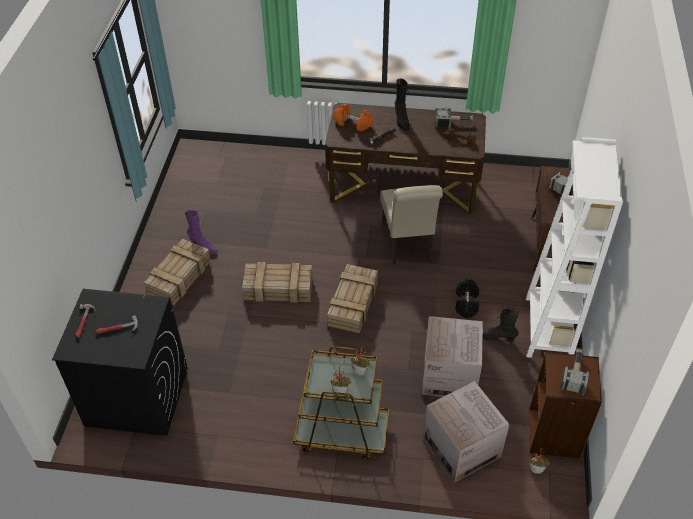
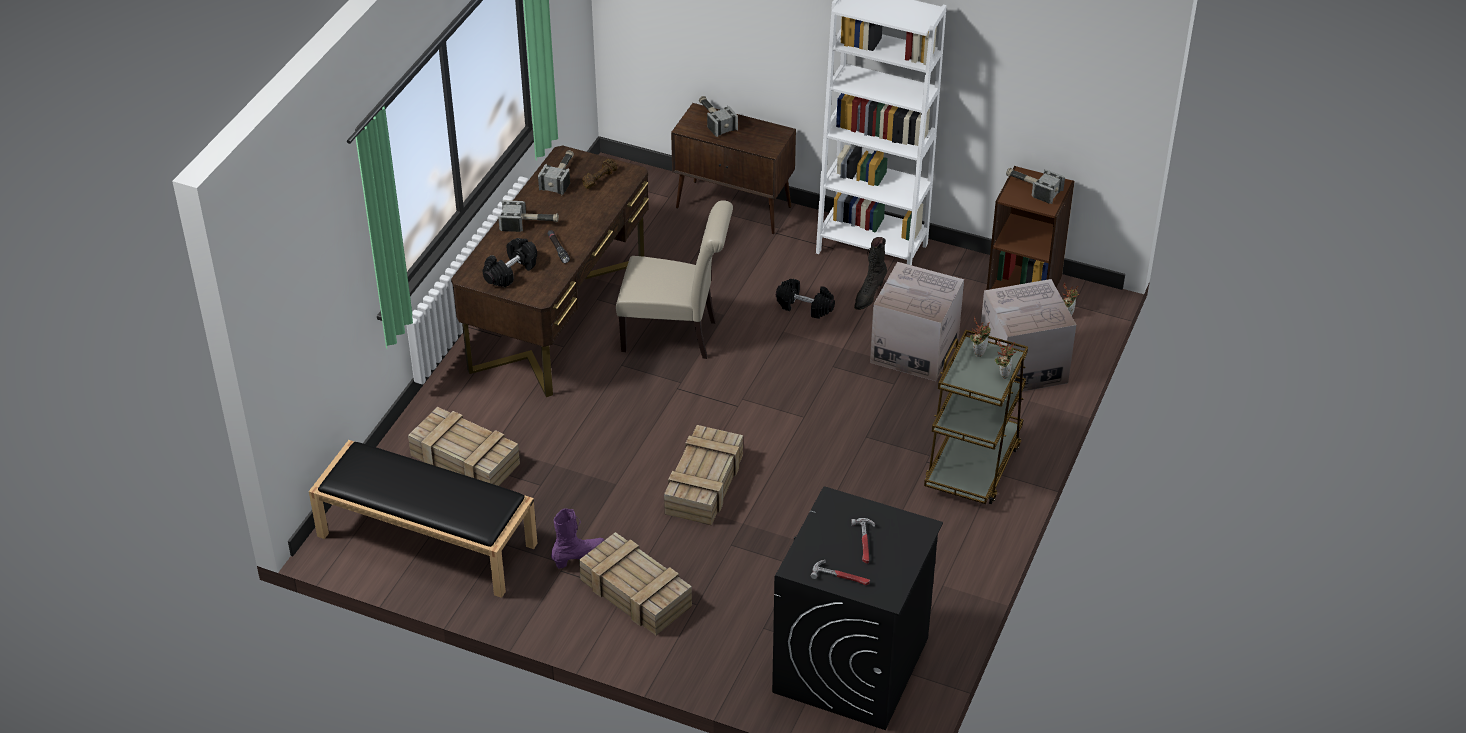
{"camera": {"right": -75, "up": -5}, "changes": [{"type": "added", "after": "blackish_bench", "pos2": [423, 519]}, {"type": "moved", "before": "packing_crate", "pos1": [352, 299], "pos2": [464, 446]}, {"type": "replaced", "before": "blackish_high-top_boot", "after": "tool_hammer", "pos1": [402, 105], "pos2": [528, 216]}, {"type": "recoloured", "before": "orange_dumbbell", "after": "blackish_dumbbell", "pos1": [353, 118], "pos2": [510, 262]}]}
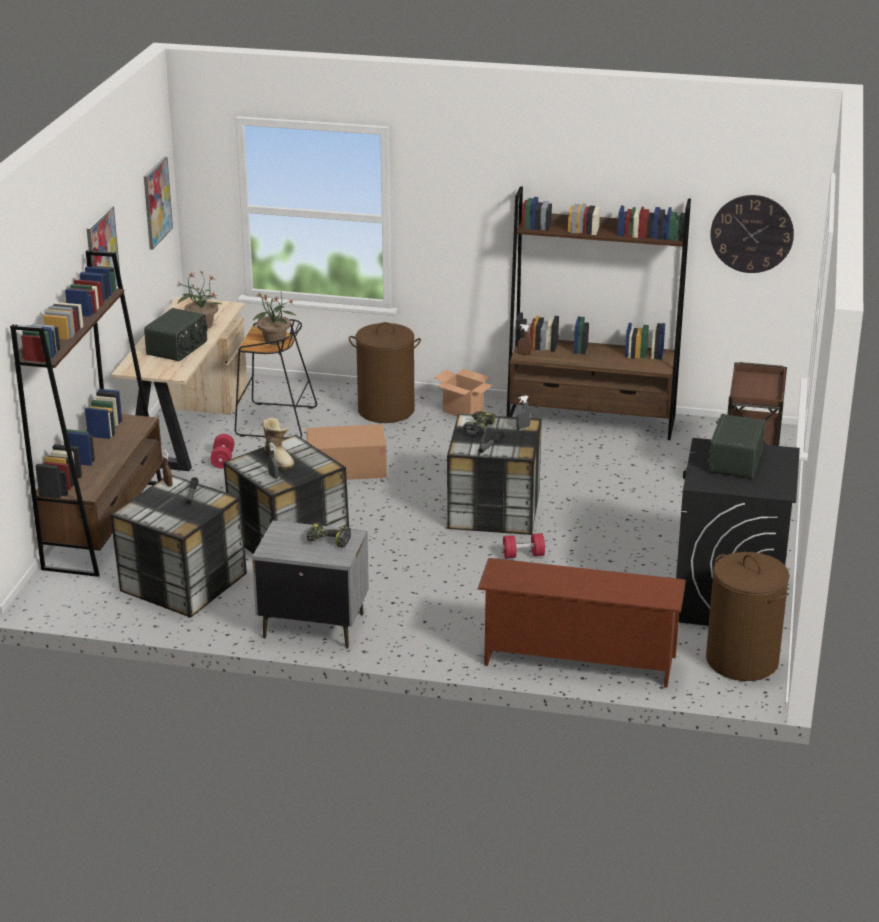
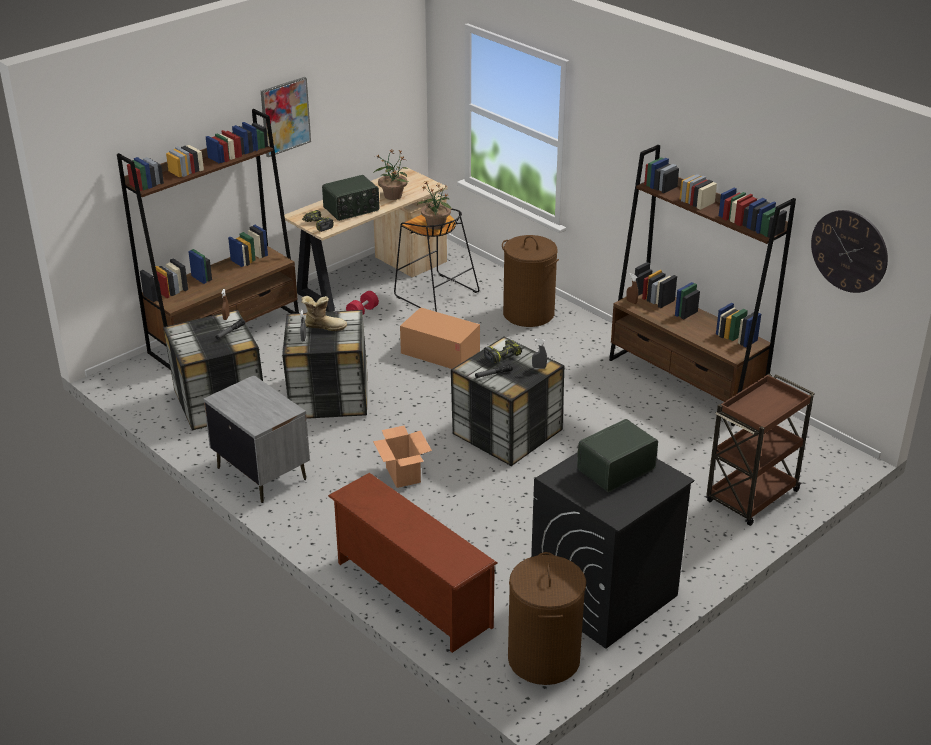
{"camera": {"right": 35, "up": 5}, "changes": [{"type": "removed", "before": "wall_art", "pos1": [158, 203]}, {"type": "removed", "before": "red_dumbbell", "pos1": [524, 545]}, {"type": "moved", "before": "drill", "pos1": [329, 535], "pos2": [318, 221]}, {"type": "moved", "before": "packing_box", "pos1": [463, 392], "pos2": [402, 457]}, {"type": "turned", "before": "high-top_boot", "pos1": [278, 443], "pos2": [324, 313], "turn": -90}]}
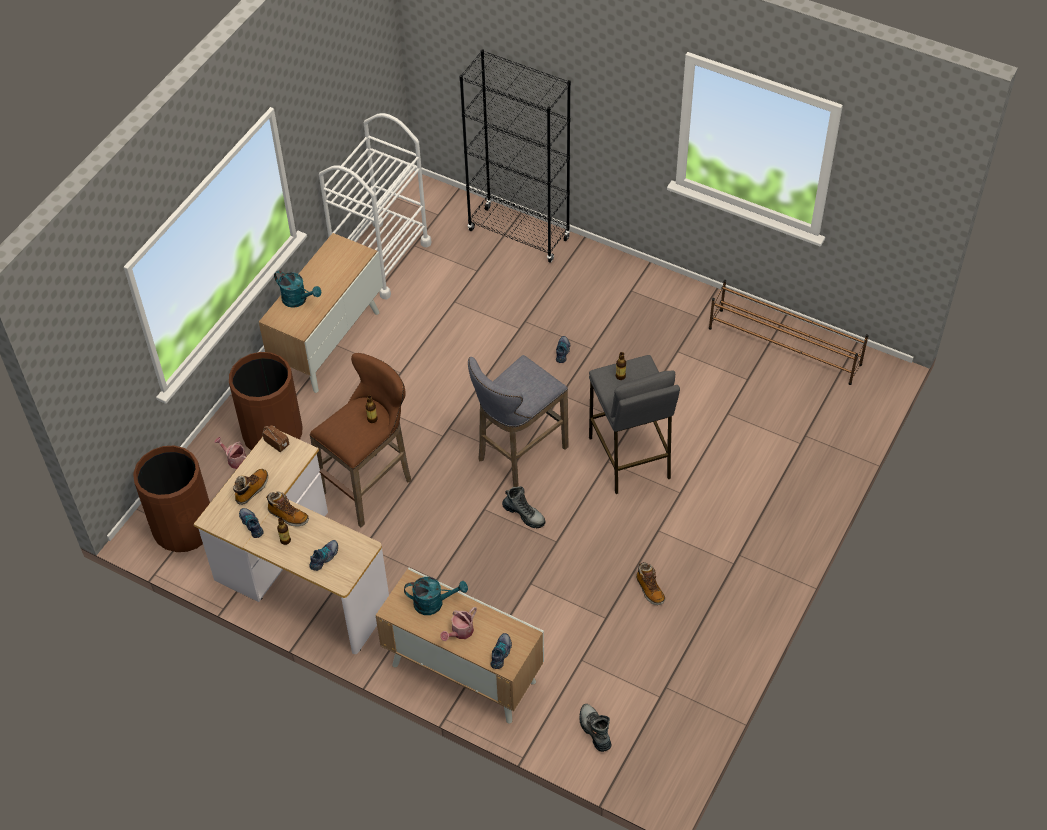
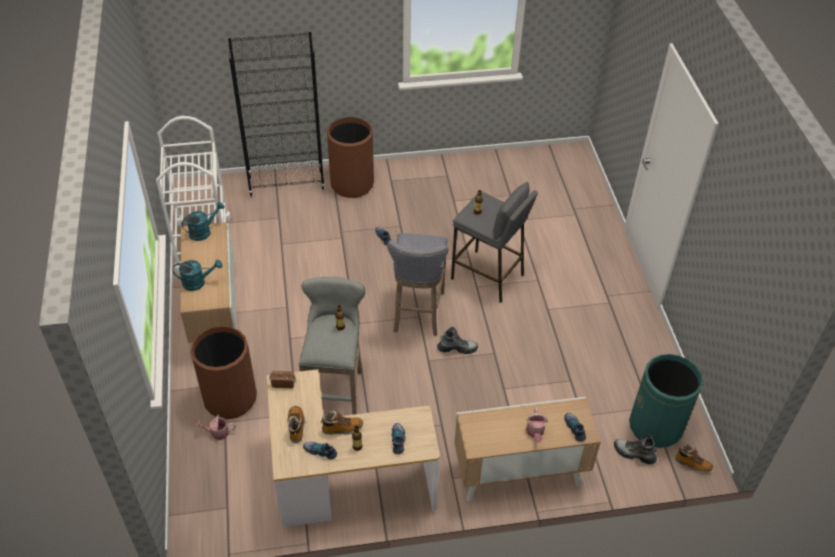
{"camera": {"right": -40, "up": -5}, "changes": [{"type": "removed", "before": "brown-coloured_shoe_rack", "pos1": [789, 332]}, {"type": "added", "after": "greenish_rubbish_bin", "pos2": [666, 401]}, {"type": "moved", "before": "brown-coloured_rubbish_bin", "pos1": [171, 498], "pos2": [350, 157]}, {"type": "moved", "before": "turquoise_sprinkling_can", "pos1": [436, 596], "pos2": [203, 221]}, {"type": "moved", "before": "high-top_boot", "pos1": [650, 583], "pos2": [694, 459]}, {"type": "recoloured", "before": "brown-coloured_sitting_stool", "after": "grey_sitting_stool", "pos1": [361, 440], "pos2": [332, 346]}]}
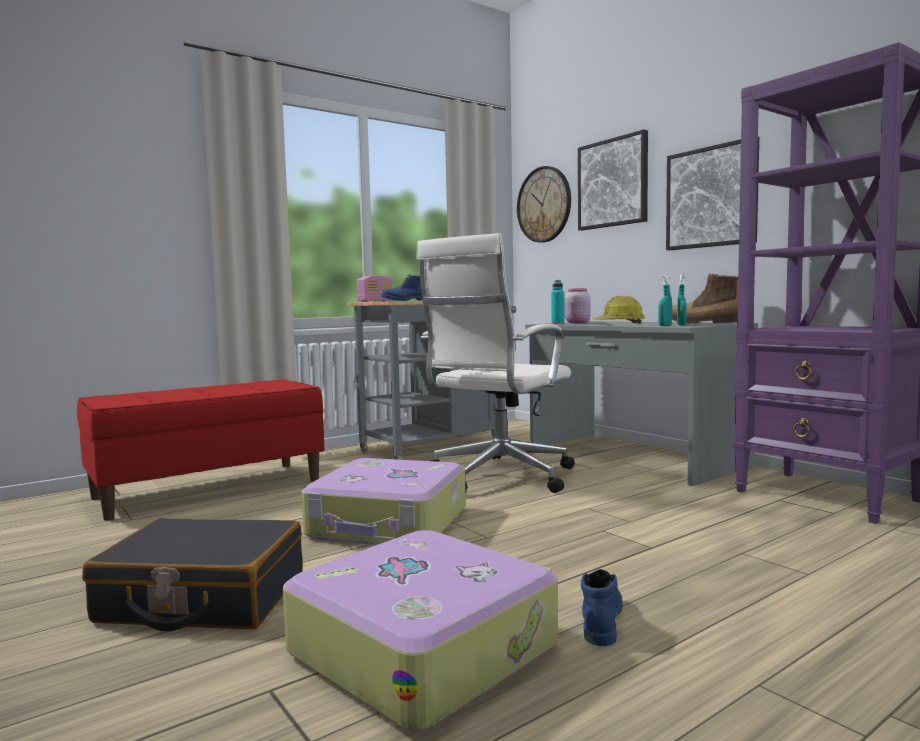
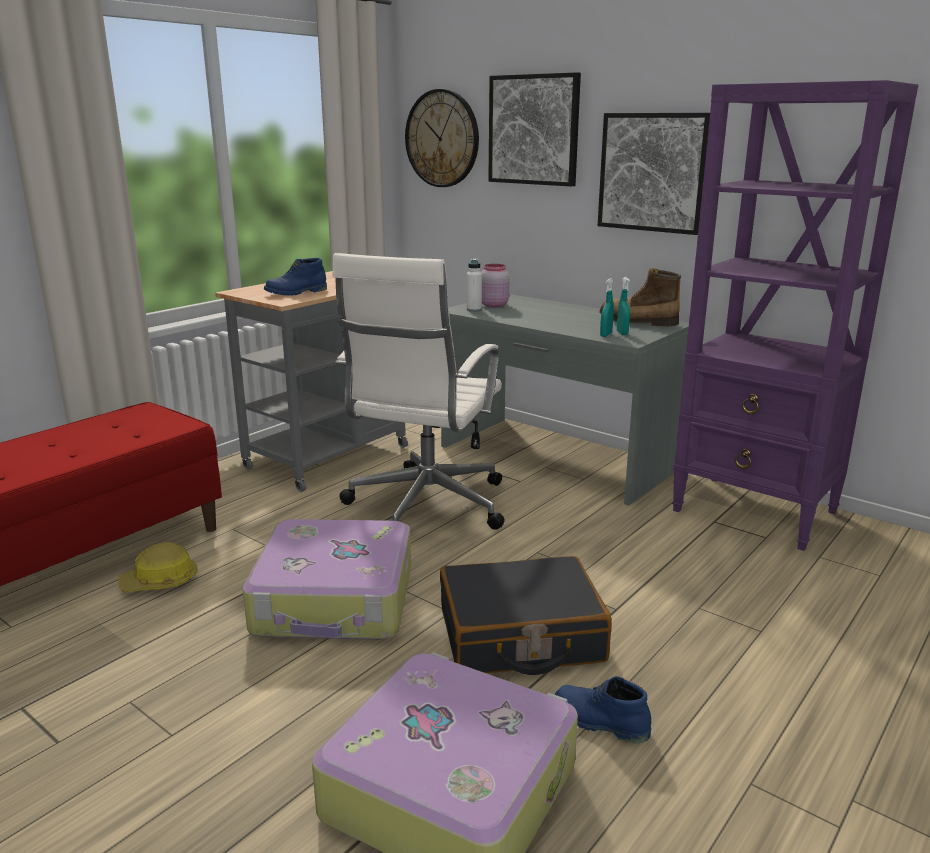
{"camera": {"right": -15, "up": 15}, "changes": [{"type": "removed", "before": "radio_receiver", "pos1": [374, 288]}, {"type": "moved", "before": "blackish_suitcase", "pos1": [192, 574], "pos2": [526, 615]}, {"type": "moved", "before": "safety_helmet", "pos1": [619, 310], "pos2": [157, 567]}, {"type": "recoloured", "before": "turquoise_beverage_bottle", "after": "white_beverage_bottle", "pos1": [557, 302], "pos2": [474, 285]}, {"type": "turned", "before": "blue-coloured_high-top_boot", "pos1": [602, 607], "pos2": [602, 709], "turn": -60}]}
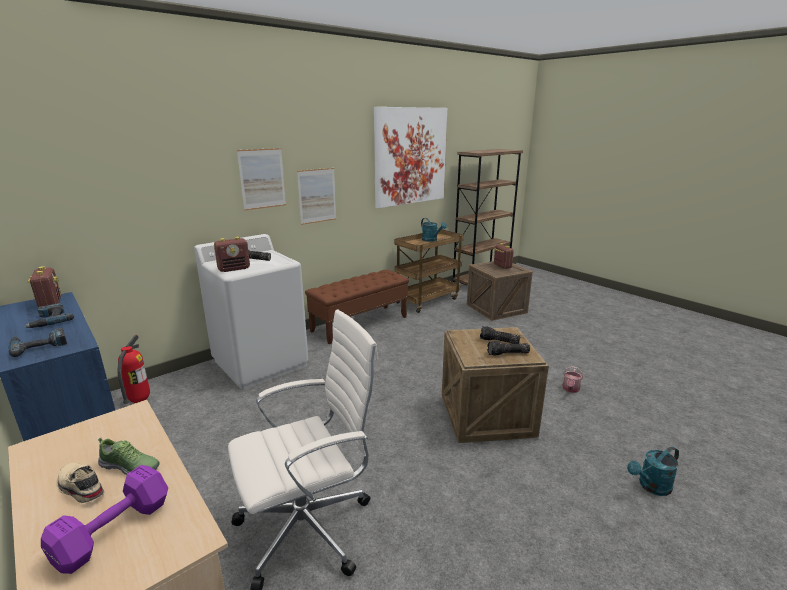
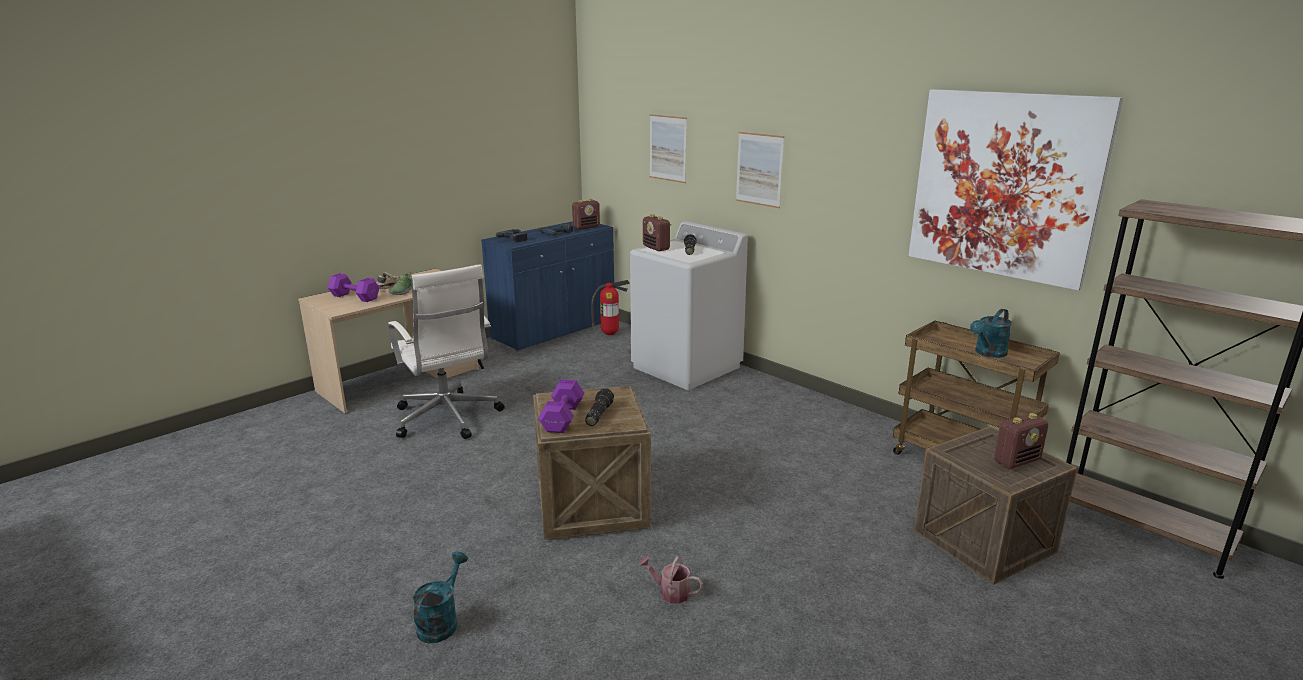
{"camera": {"right": 85, "up": 0}, "changes": [{"type": "removed", "before": "brown-coloured_bench", "pos1": [357, 307]}, {"type": "moved", "before": "wall_art", "pos1": [317, 196], "pos2": [668, 148]}, {"type": "replaced", "before": "torch", "after": "purplish_dumbbell", "pos1": [508, 348], "pos2": [561, 406]}, {"type": "turned", "before": "turquoise_sprinkling_can", "pos1": [653, 471], "pos2": [440, 597], "turn": 45}]}
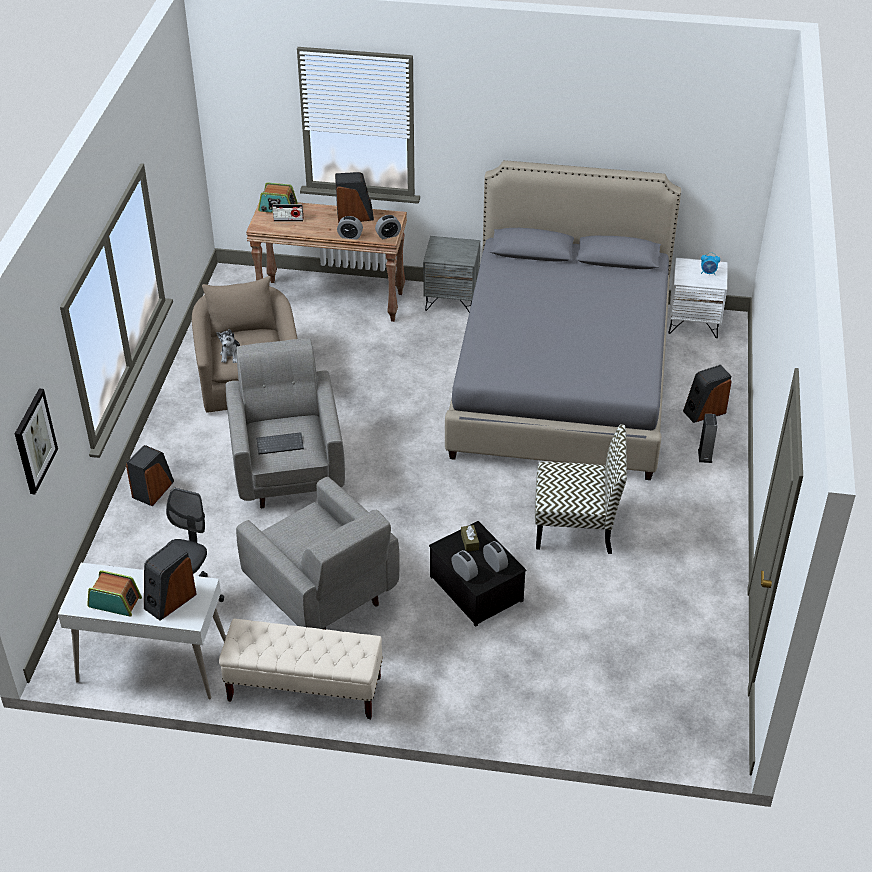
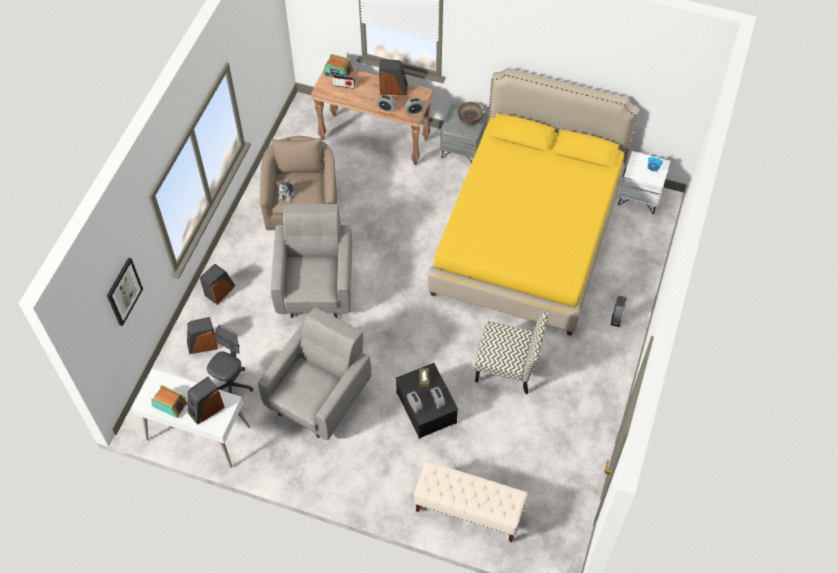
{"camera": {"right": 10, "up": 15}, "changes": [{"type": "removed", "before": "keyboard", "pos1": [280, 443]}, {"type": "added", "after": "brown-coloured_bowl", "pos2": [470, 113]}, {"type": "moved", "before": "beige_bench", "pos1": [301, 668], "pos2": [470, 501]}, {"type": "moved", "before": "speaker", "pos1": [707, 394], "pos2": [202, 335]}, {"type": "recoloured", "before": "grey_sleeping_bed", "after": "yellowish_sleeping_bed", "pos1": [563, 320], "pos2": [533, 201]}, {"type": "turned", "before": "grey_easy_chair", "pos1": [318, 553], "pos2": [314, 373], "turn": -120}]}
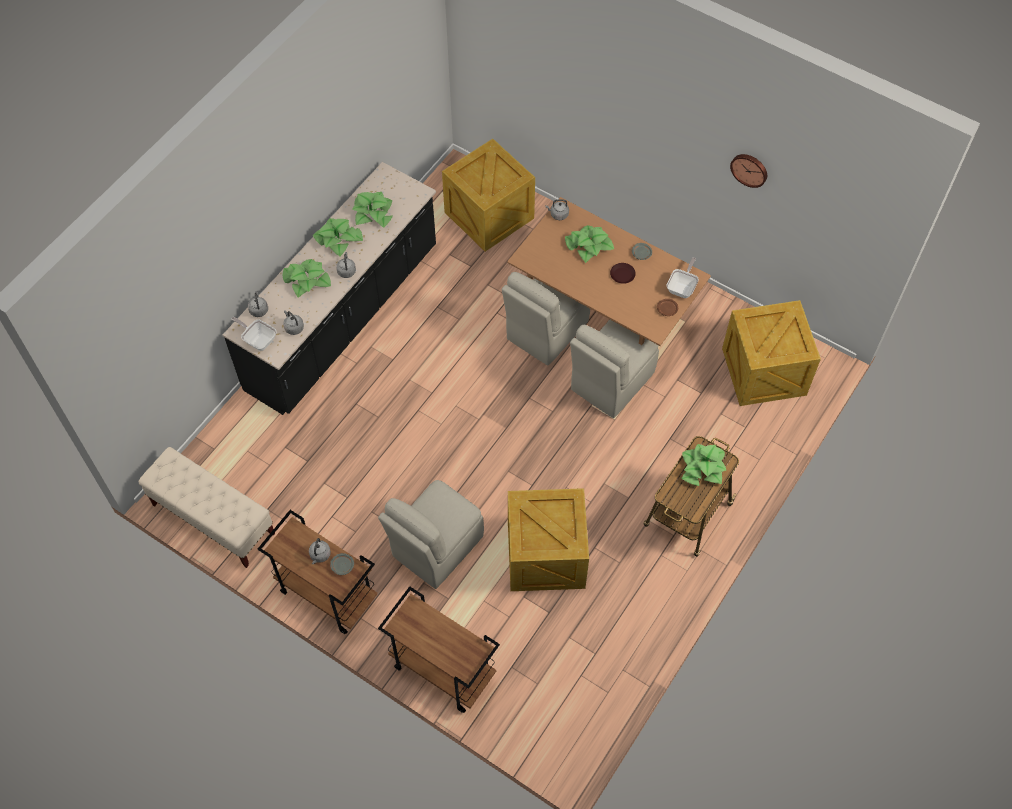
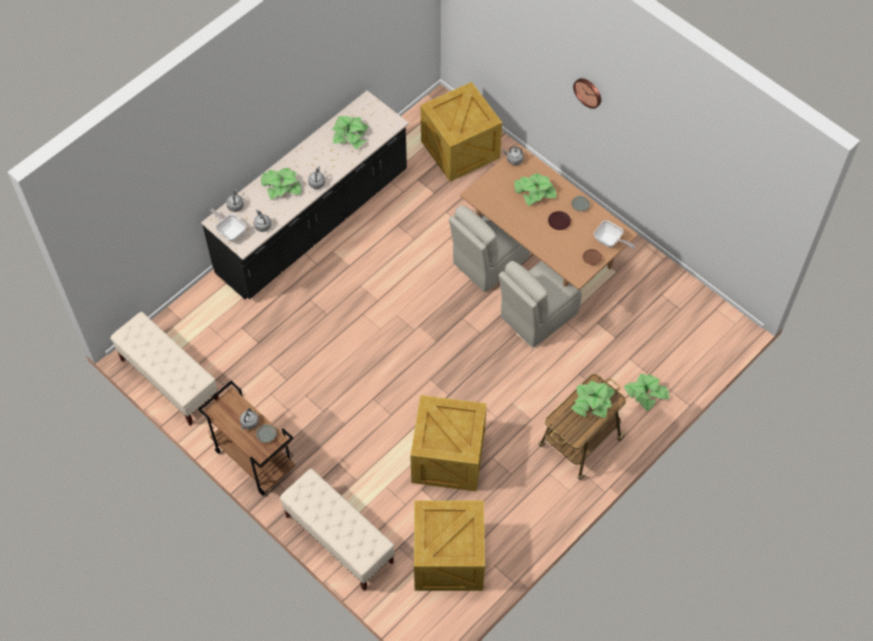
{"camera": {"right": 10, "up": 0}, "changes": [{"type": "removed", "before": "beige_chair", "pos1": [431, 534]}, {"type": "moved", "before": "plant_in_a_pot", "pos1": [338, 237], "pos2": [646, 392]}, {"type": "moved", "before": "packing_crate", "pos1": [771, 353], "pos2": [449, 545]}, {"type": "moved", "before": "clock_on_the_wall", "pos1": [748, 171], "pos2": [587, 93]}, {"type": "replaced", "before": "brown-coloured_trolley", "after": "beige_bench", "pos1": [439, 649], "pos2": [337, 530]}, {"type": "turned", "before": "pan", "pos1": [682, 277], "pos2": [614, 234], "turn": 90}]}
